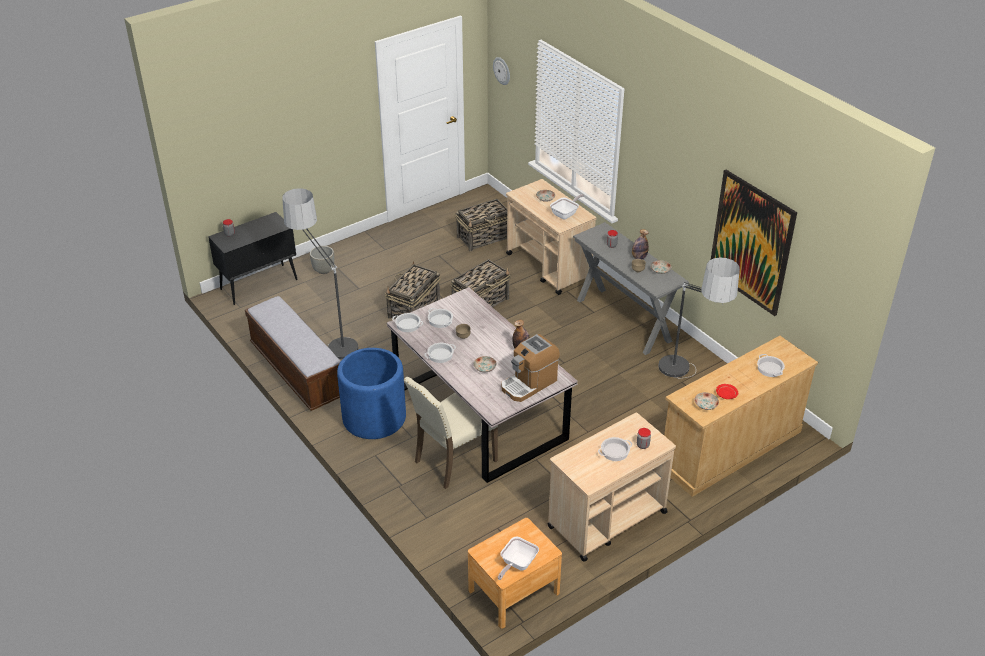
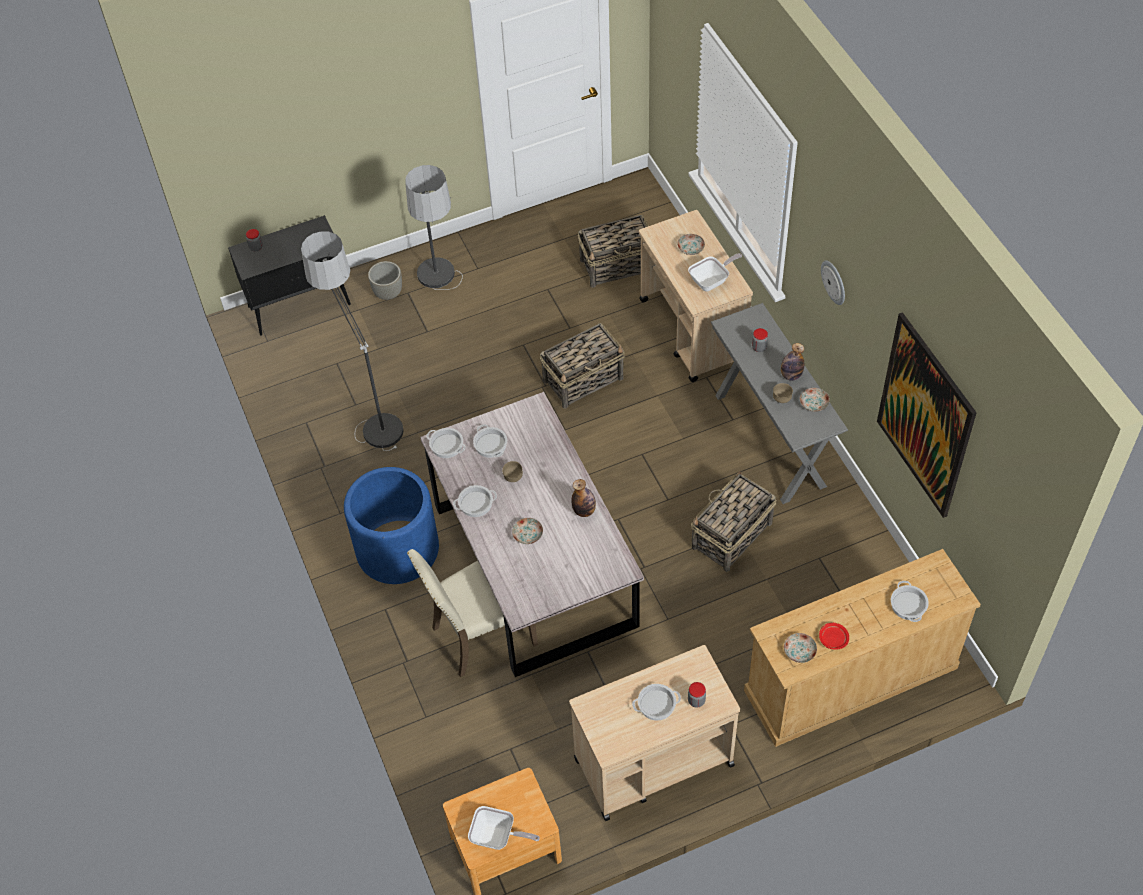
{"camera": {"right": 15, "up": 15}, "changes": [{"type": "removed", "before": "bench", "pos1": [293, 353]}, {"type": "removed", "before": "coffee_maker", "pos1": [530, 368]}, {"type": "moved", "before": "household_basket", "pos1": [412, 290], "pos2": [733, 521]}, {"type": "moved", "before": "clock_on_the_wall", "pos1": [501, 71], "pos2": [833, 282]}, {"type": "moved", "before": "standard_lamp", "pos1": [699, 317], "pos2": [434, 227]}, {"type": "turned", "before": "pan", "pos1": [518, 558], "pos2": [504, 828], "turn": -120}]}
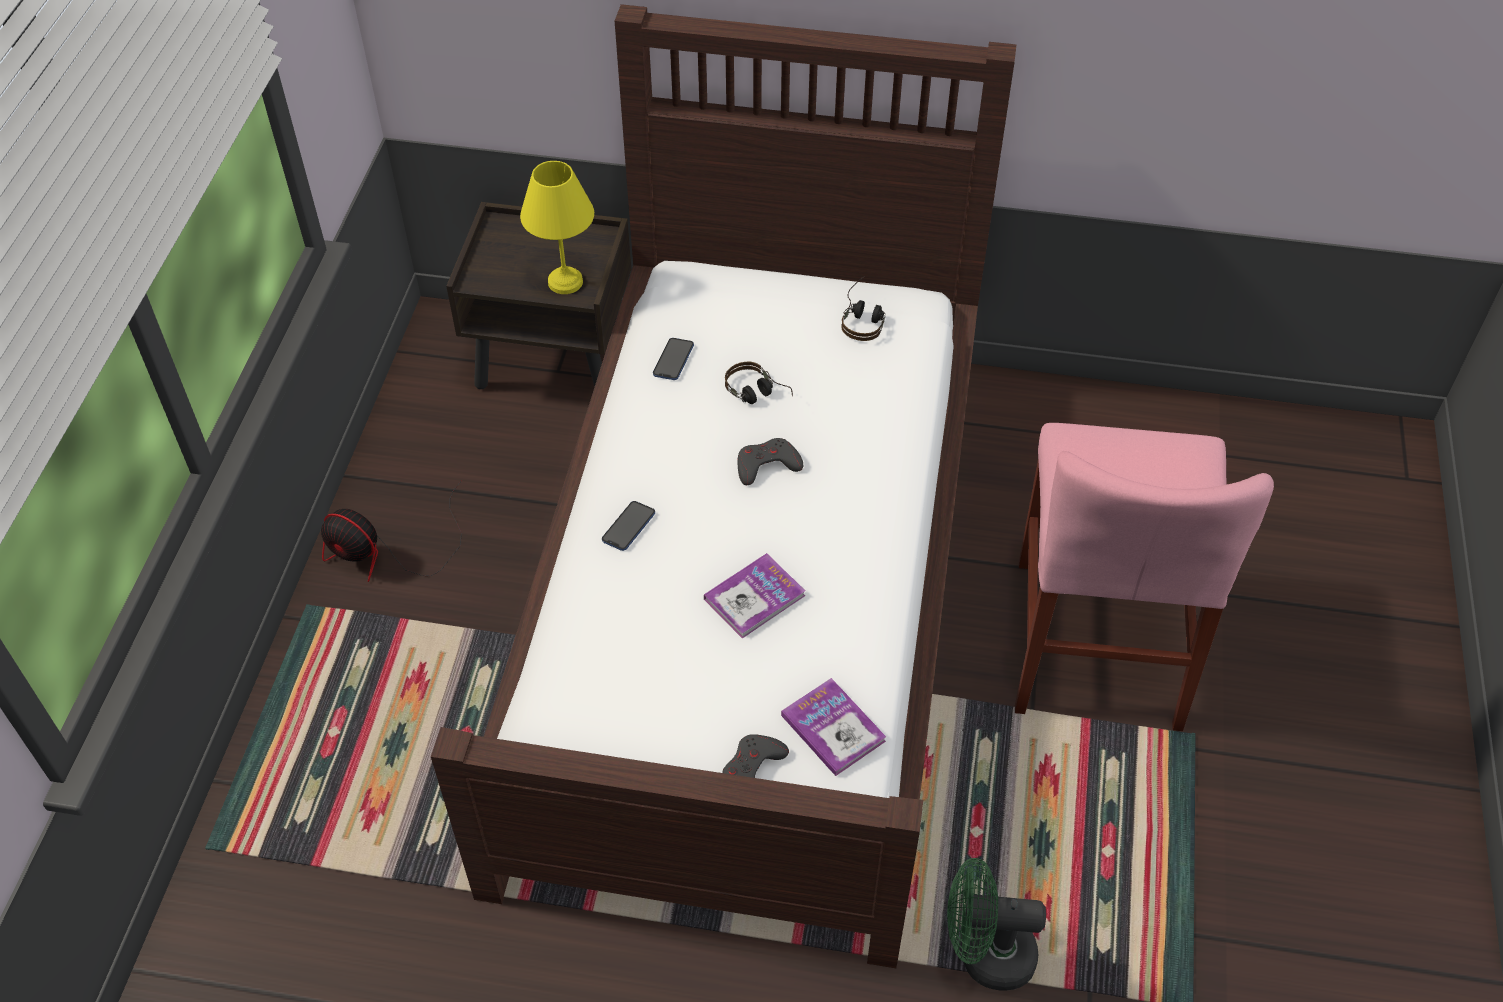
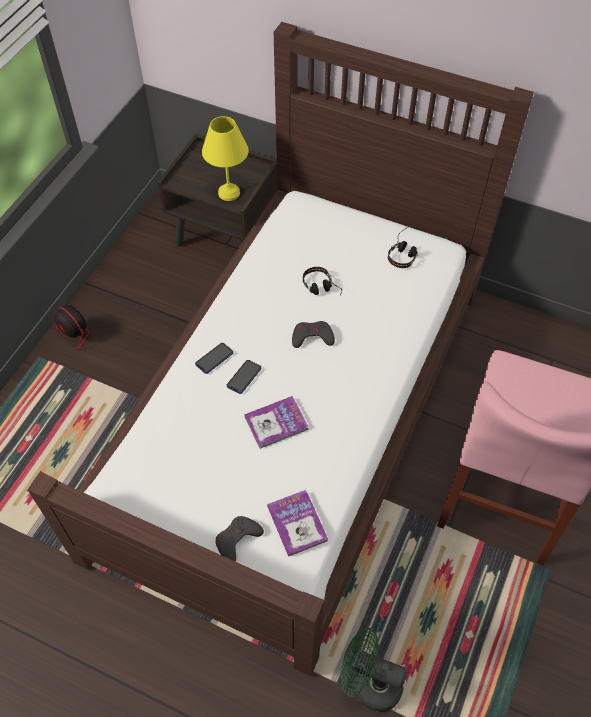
{"camera": {"right": 15, "up": 5}, "changes": [{"type": "moved", "before": "phone", "pos1": [673, 359], "pos2": [244, 377]}]}
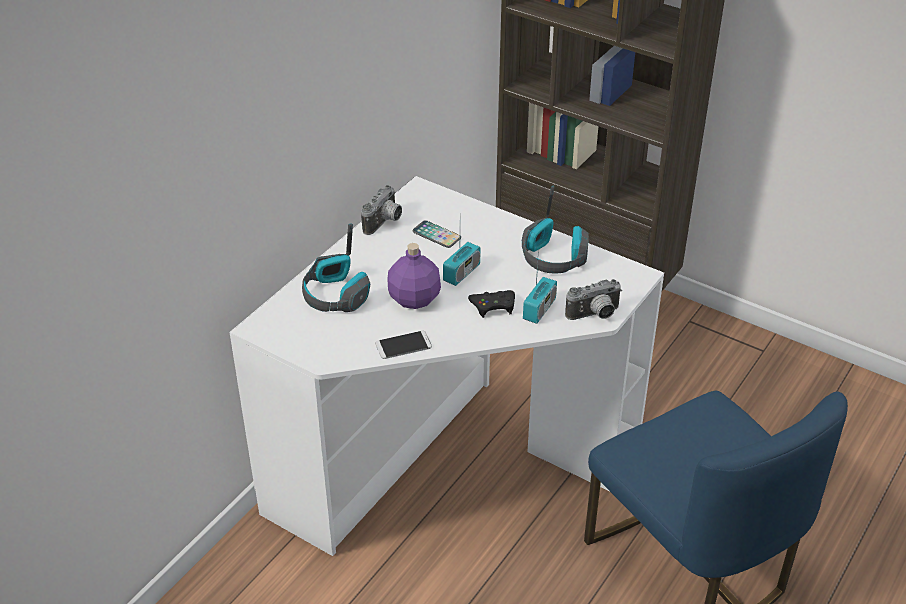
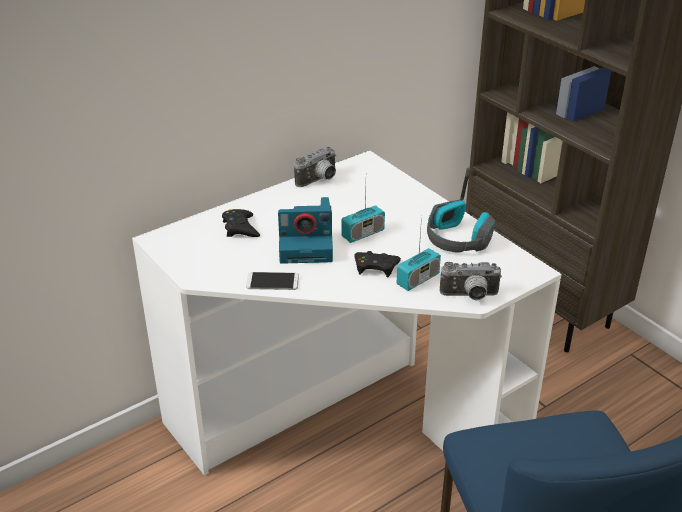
{"camera": {"right": 20, "up": -5}, "changes": [{"type": "removed", "before": "phone", "pos1": [436, 234]}, {"type": "replaced", "before": "pair_of_headphones", "after": "blackish_game_controller", "pos1": [336, 267], "pos2": [241, 223]}, {"type": "replaced", "before": "purplish_beverage_bottle", "after": "photo_camera", "pos1": [414, 276], "pos2": [305, 230]}]}
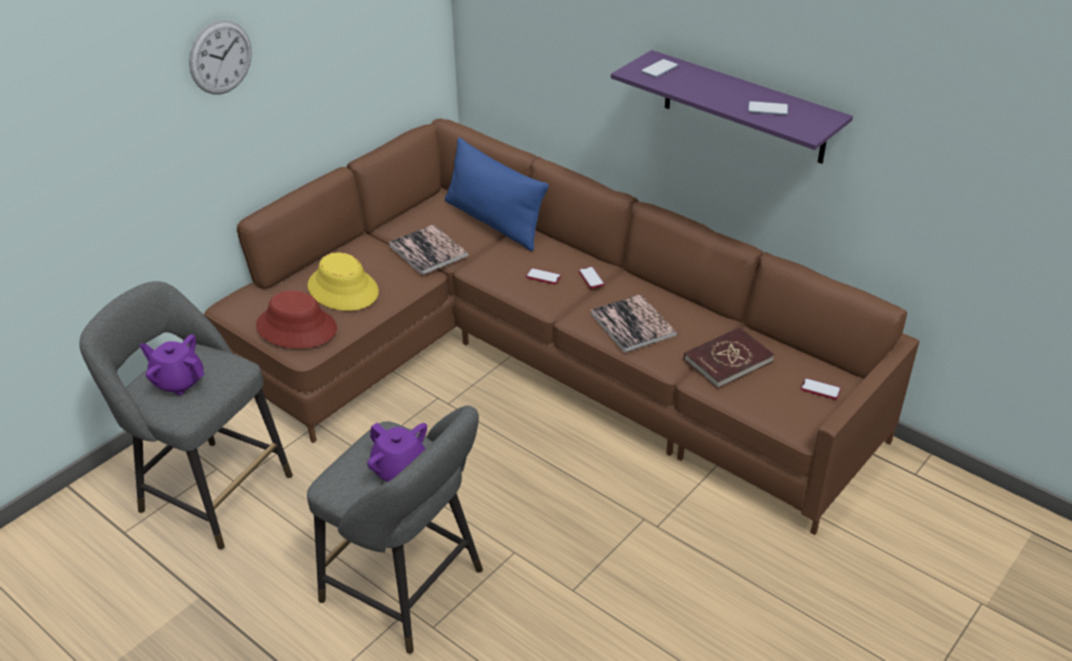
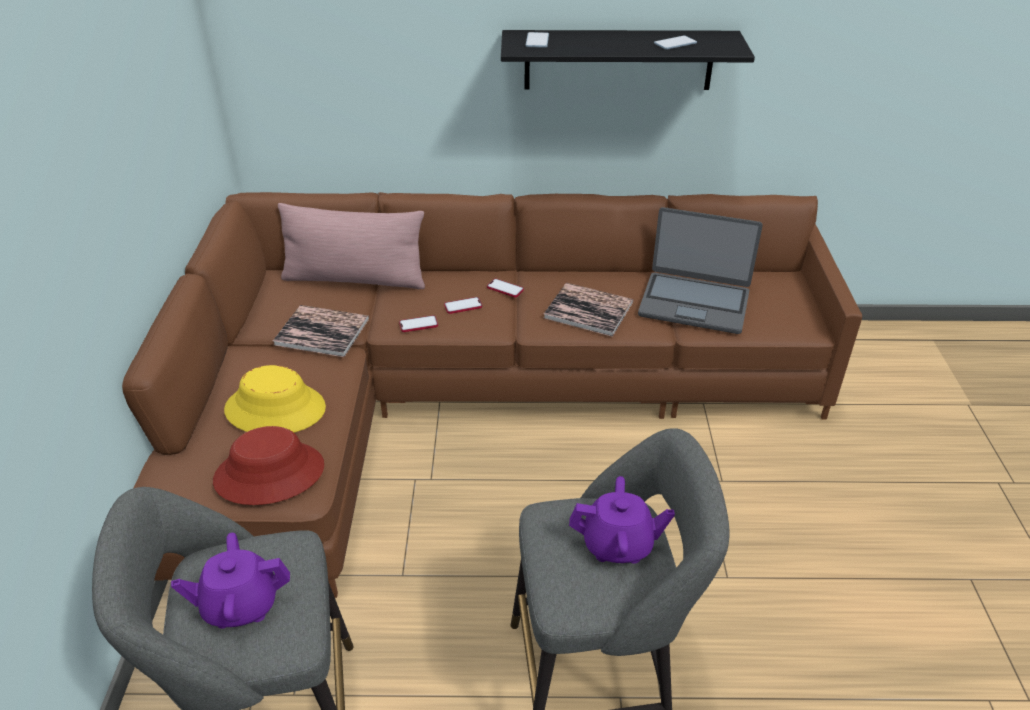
{"camera": {"right": -40, "up": 0}, "changes": [{"type": "removed", "before": "clock_on_the_wall", "pos1": [220, 57]}, {"type": "moved", "before": "phone", "pos1": [820, 389], "pos2": [418, 323]}, {"type": "replaced", "before": "red_book", "after": "portable_computer", "pos1": [729, 357], "pos2": [700, 270]}, {"type": "recoloured", "before": "blue-coloured_throw_pillow", "after": "pink_throw_pillow", "pos1": [497, 194], "pos2": [351, 246]}, {"type": "recoloured", "before": "purplish_bracket_shelf", "after": "blackish_bracket_shelf", "pos1": [732, 107], "pos2": [628, 60]}]}
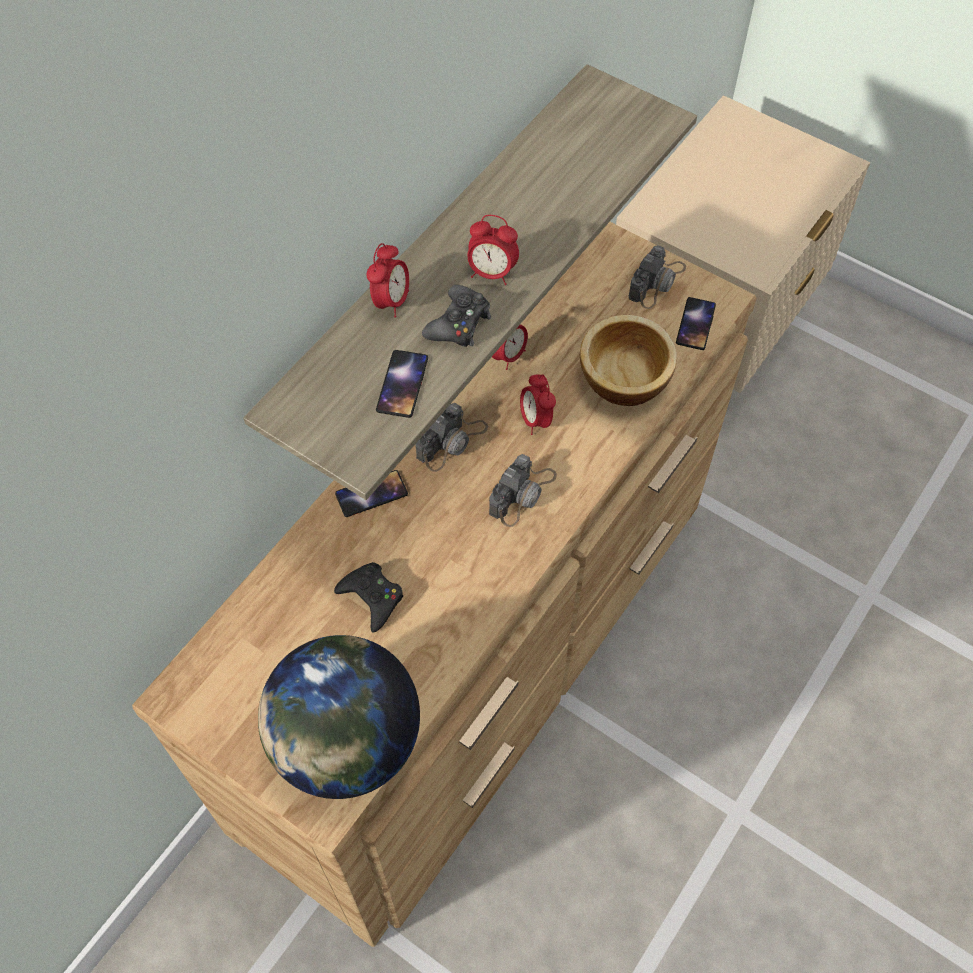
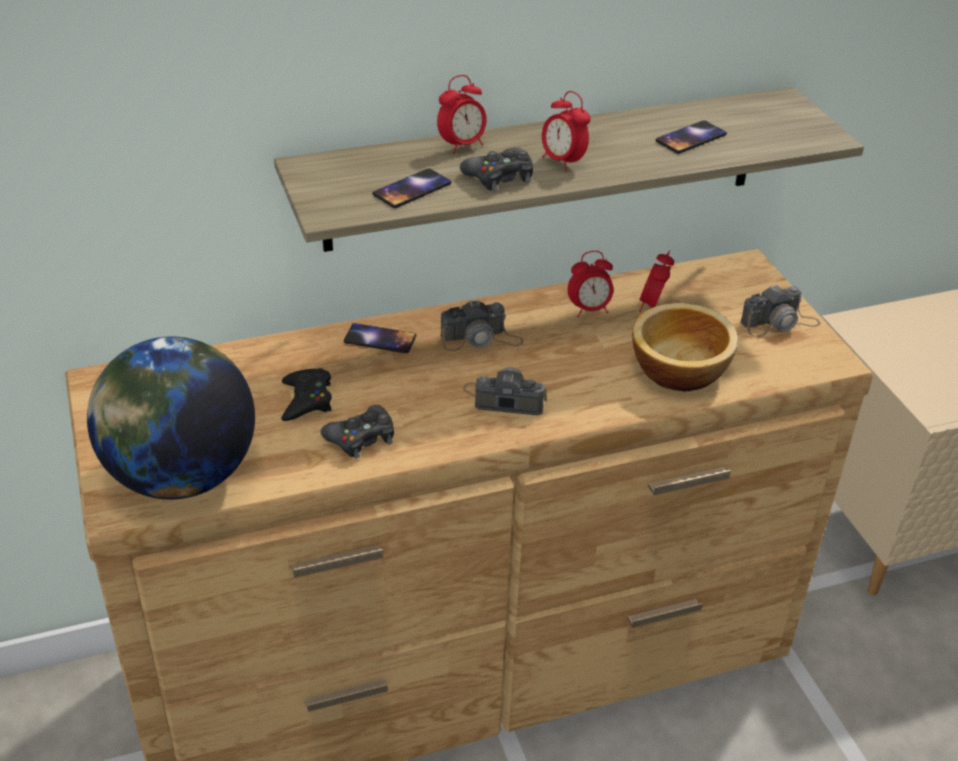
{"camera": {"right": 35, "up": -20}, "changes": [{"type": "added", "after": "blackish_game_controller", "pos2": [357, 432]}, {"type": "moved", "before": "table_clock", "pos1": [538, 404], "pos2": [656, 281]}, {"type": "moved", "before": "phone", "pos1": [696, 323], "pos2": [691, 137]}, {"type": "turned", "before": "photo_camera", "pos1": [523, 490], "pos2": [505, 391], "turn": -150}]}
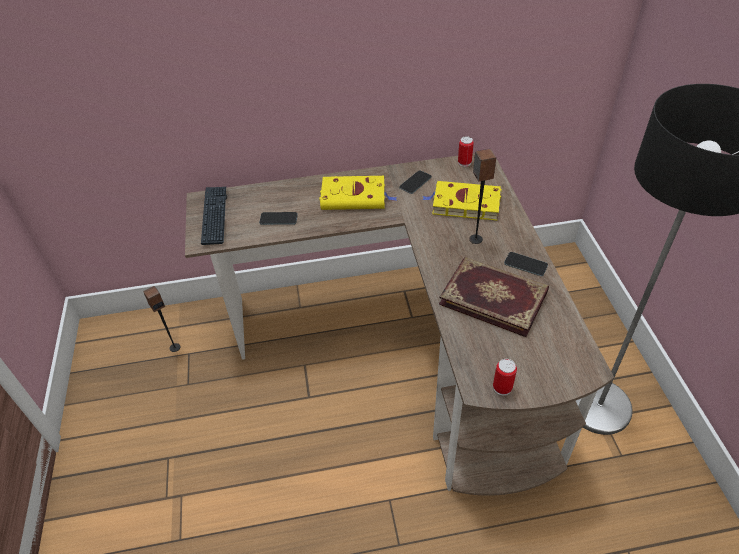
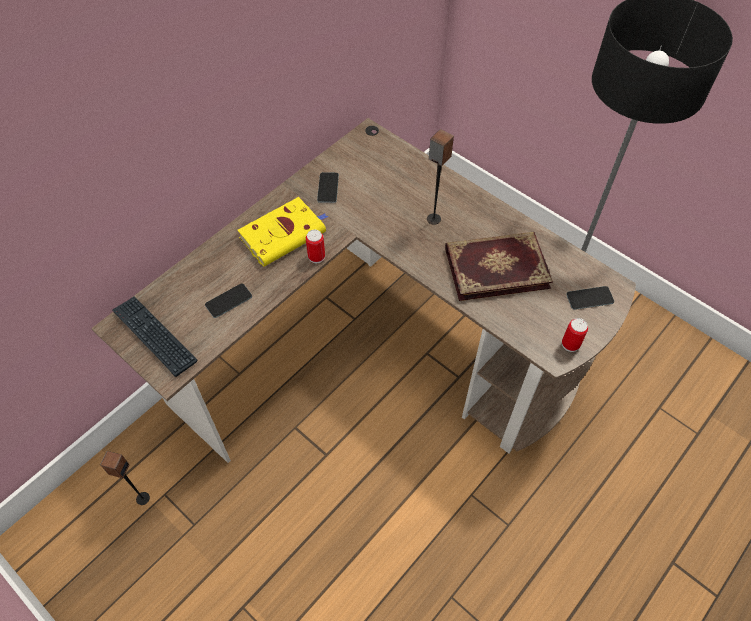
{"camera": {"right": -40, "up": 10}, "changes": [{"type": "removed", "before": "yellowish_book", "pos1": [462, 201]}, {"type": "moved", "before": "metal_can", "pos1": [466, 151], "pos2": [315, 246]}, {"type": "moved", "before": "phone", "pos1": [526, 264], "pos2": [590, 298]}]}
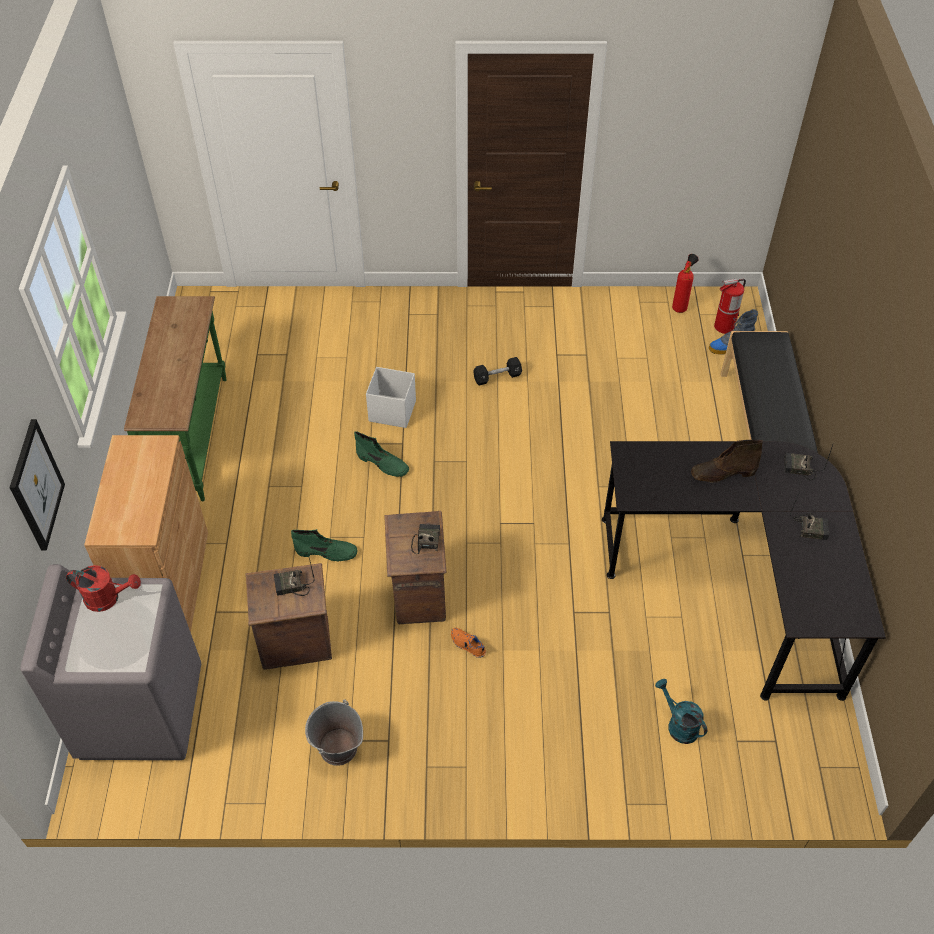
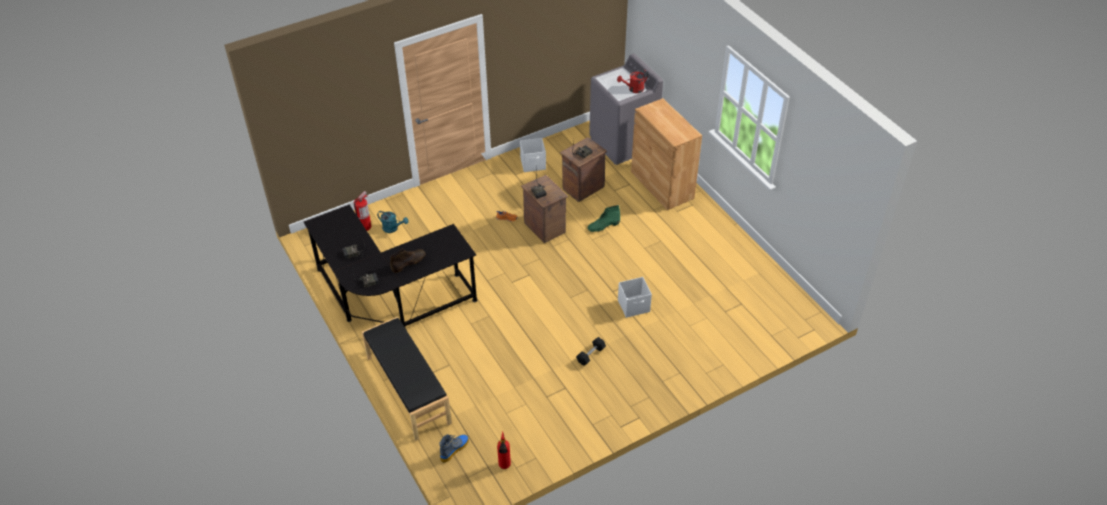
{"camera": {"right": 150, "up": -5}, "changes": [{"type": "removed", "before": "wall_art", "pos1": [37, 485]}, {"type": "removed", "before": "greenish_console_table", "pos1": [175, 398]}, {"type": "removed", "before": "greenish_high-top_boot", "pos1": [381, 454]}, {"type": "moved", "before": "fire-fighting_cylinder", "pos1": [730, 306], "pos2": [362, 211]}, {"type": "replaced", "before": "grey_bucket", "after": "white_storage_container", "pos1": [334, 733], "pos2": [533, 155]}]}
